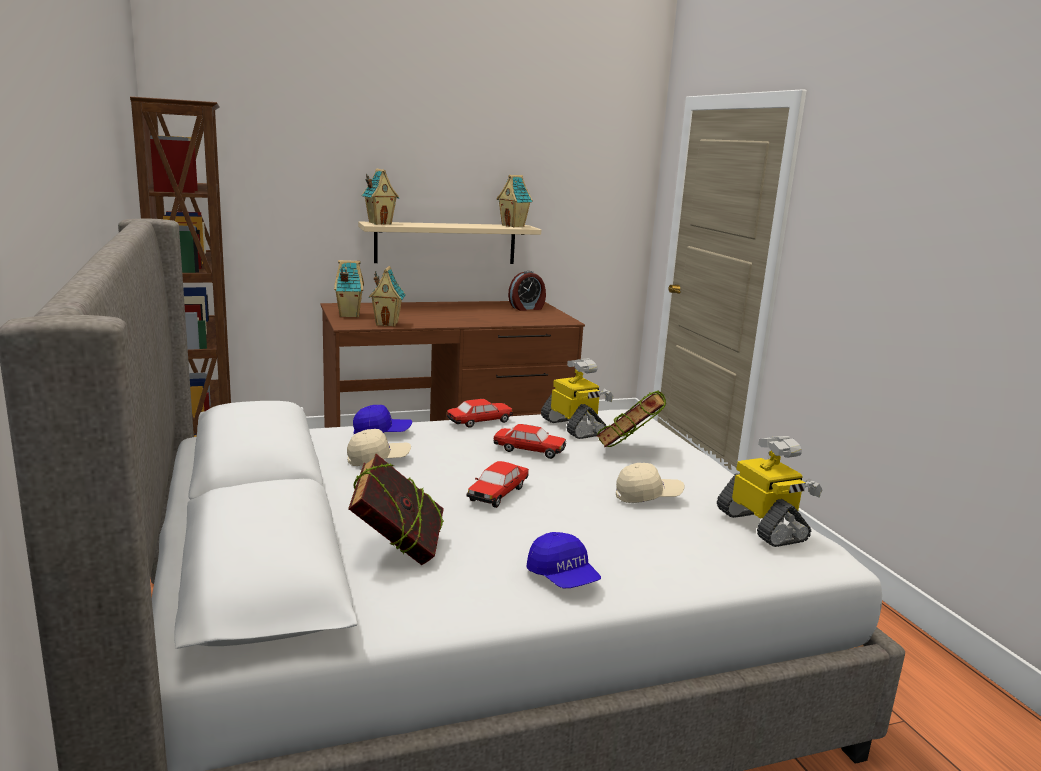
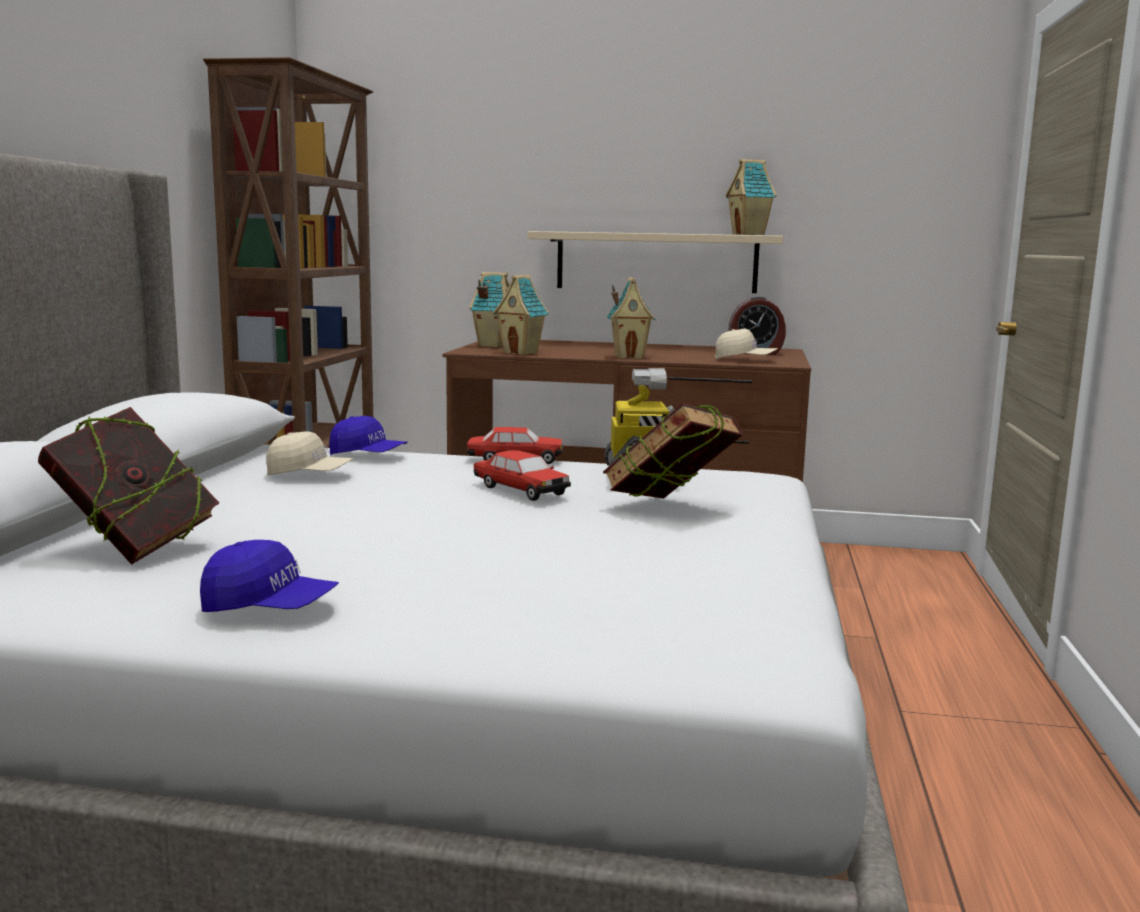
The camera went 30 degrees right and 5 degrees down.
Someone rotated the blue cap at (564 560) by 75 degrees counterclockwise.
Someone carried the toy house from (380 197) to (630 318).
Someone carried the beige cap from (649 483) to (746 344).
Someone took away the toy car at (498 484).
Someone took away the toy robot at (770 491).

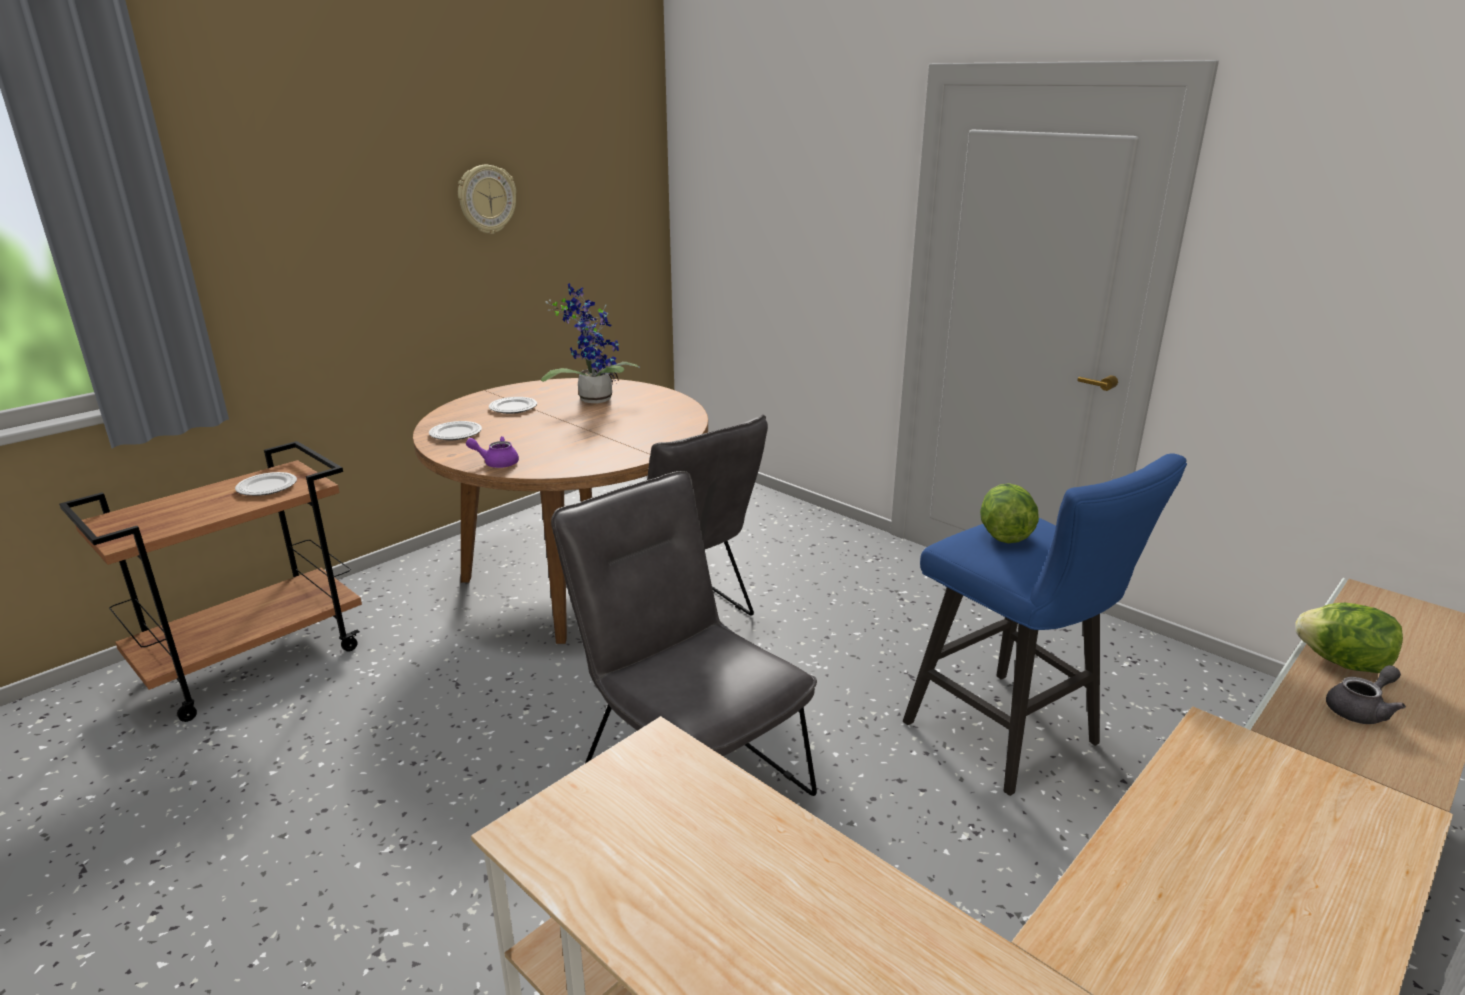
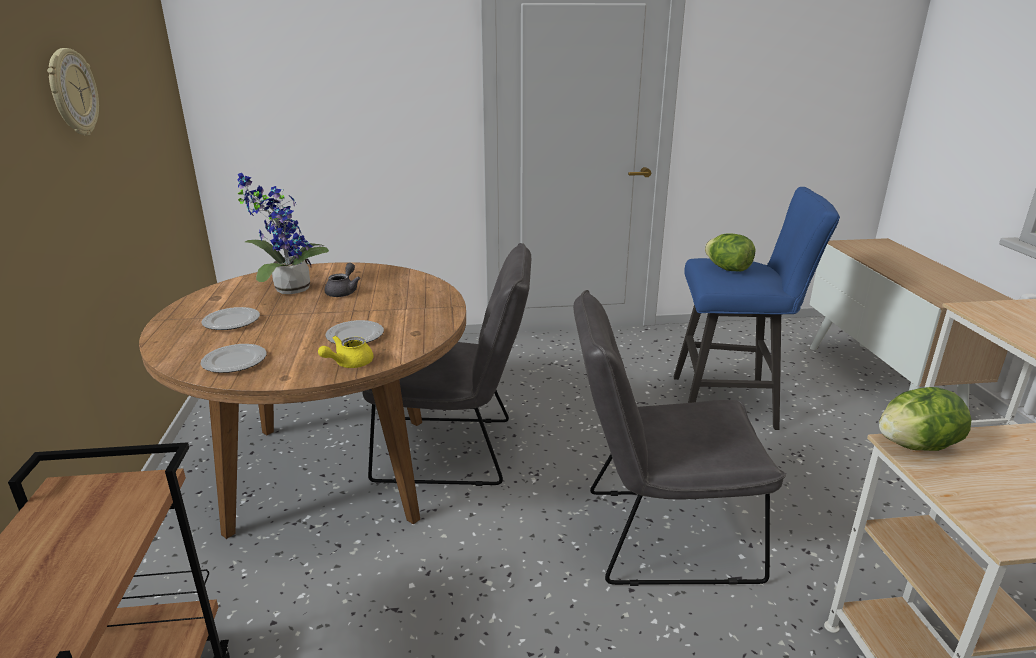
The camera went 50 degrees left and 0 degrees up.
Someone repainted the purple teapot at (492 452), which became the yellow teapot at (345 352).
Someone carried the grey teapot from (1366 694) to (342 280).
Someone carried the plate from (266 484) to (354 332).
Someone carried the lettuce from (1349 638) to (925 419).

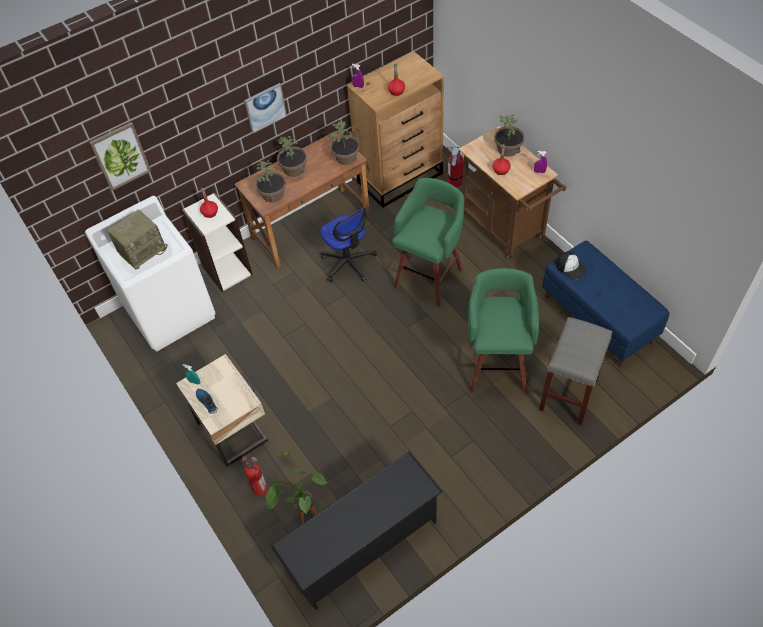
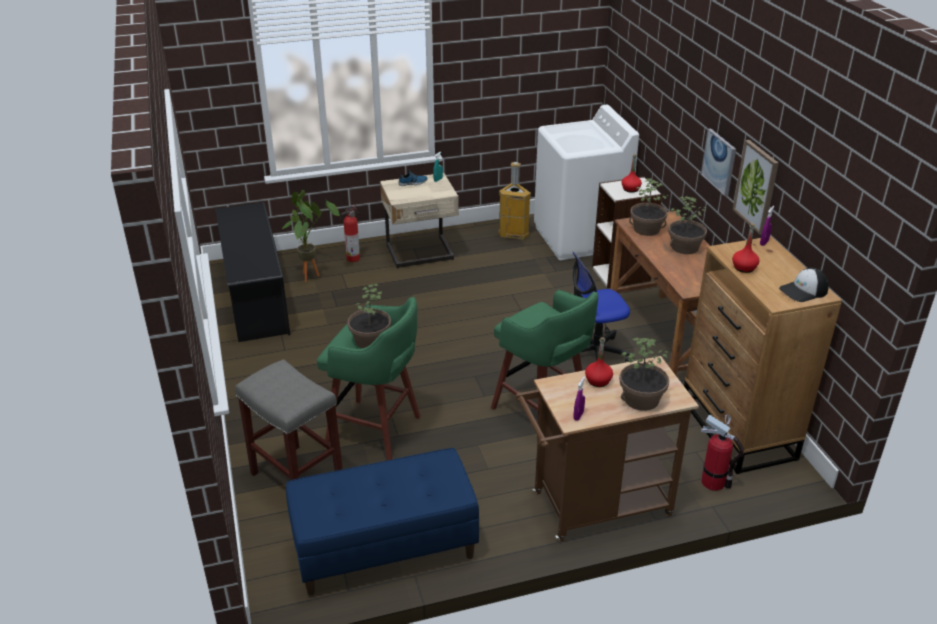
The camera went 105 degrees right and 20 degrees down.
Someone carried the potted plant from (344 143) to (369 316).
Someone put down the trash can at (514 201).
Someone carried the picture from (120 156) to (756 187).
Someone carried the cap from (572 265) to (804 284).
Someone took away the radio at (137 240).

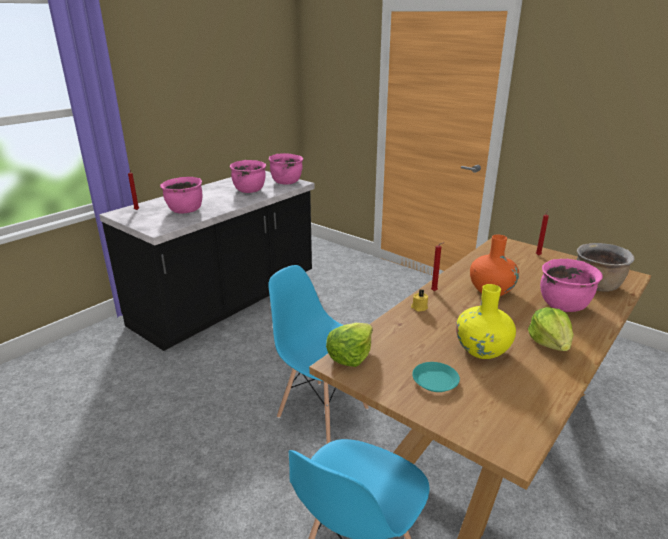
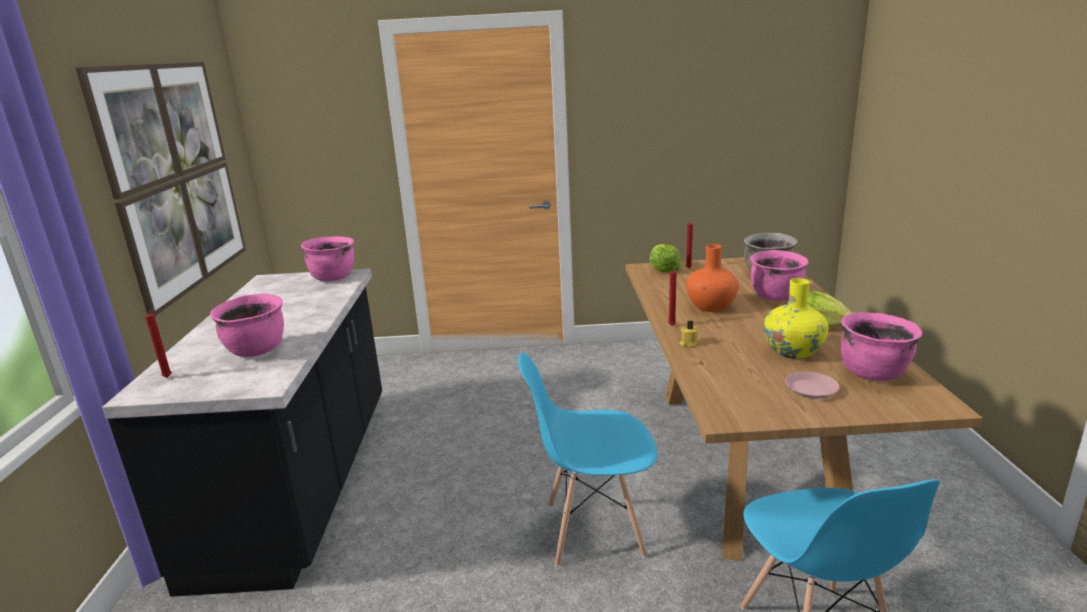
The camera went 40 degrees left and 5 degrees down.
Someone put up the picture at (161 189).
Someone carried the lettuce from (349 345) to (665 258).
Someone repainted the turquoise plate at (436 377), which became the pink plate at (812 385).
Someone carried the pink cooking pot from (248 176) to (881 346).

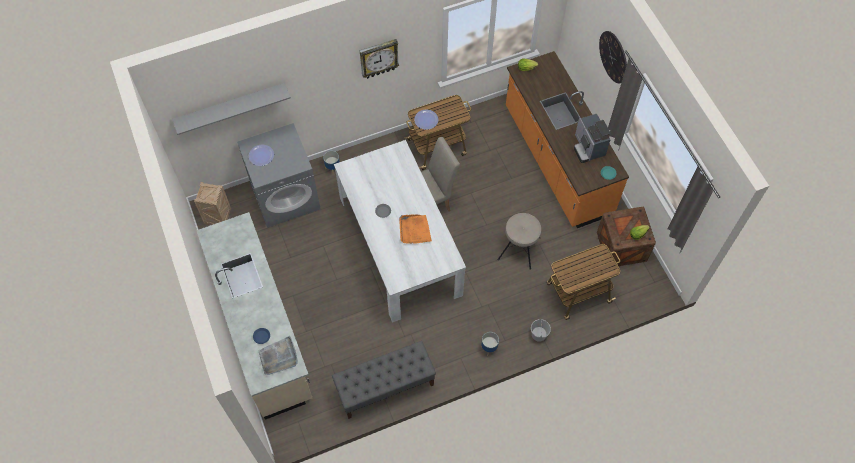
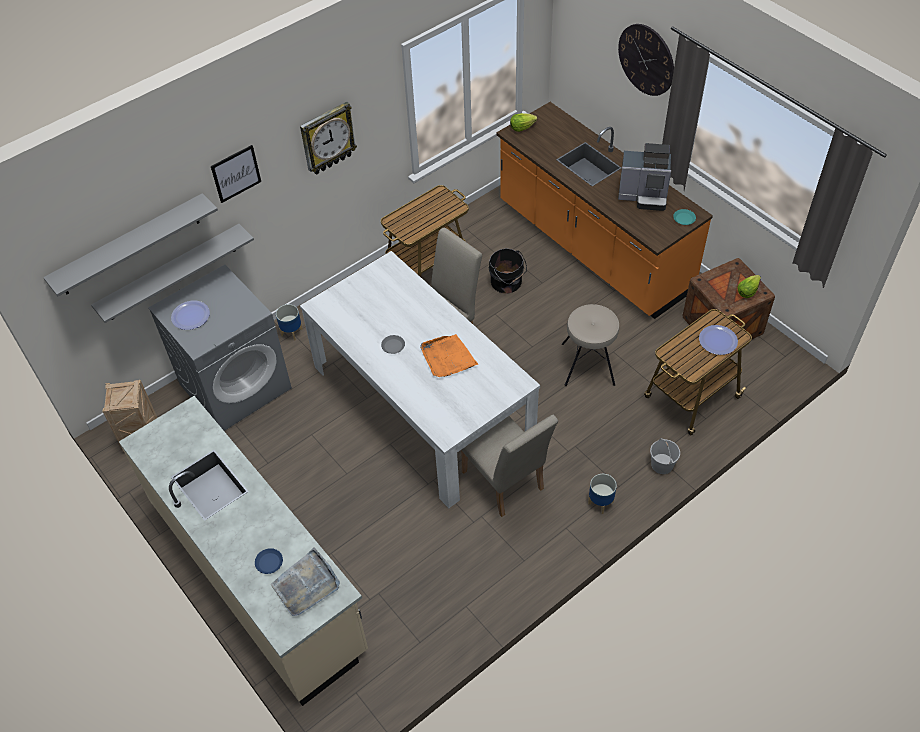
The camera went 15 degrees left and 10 degrees down.
Someone put up the grey shelf at (172 273).
Someone put up the picture at (236 174).
Someone put down the beige chair at (509 466).
Someone put down the black bucket at (508 271).
Someone rotated the coffee machine at (592 138) by 45 degrees counterclockwise.
Someone carried the plate from (426 120) to (718 340).
Someone took away the grey bench at (384 380).

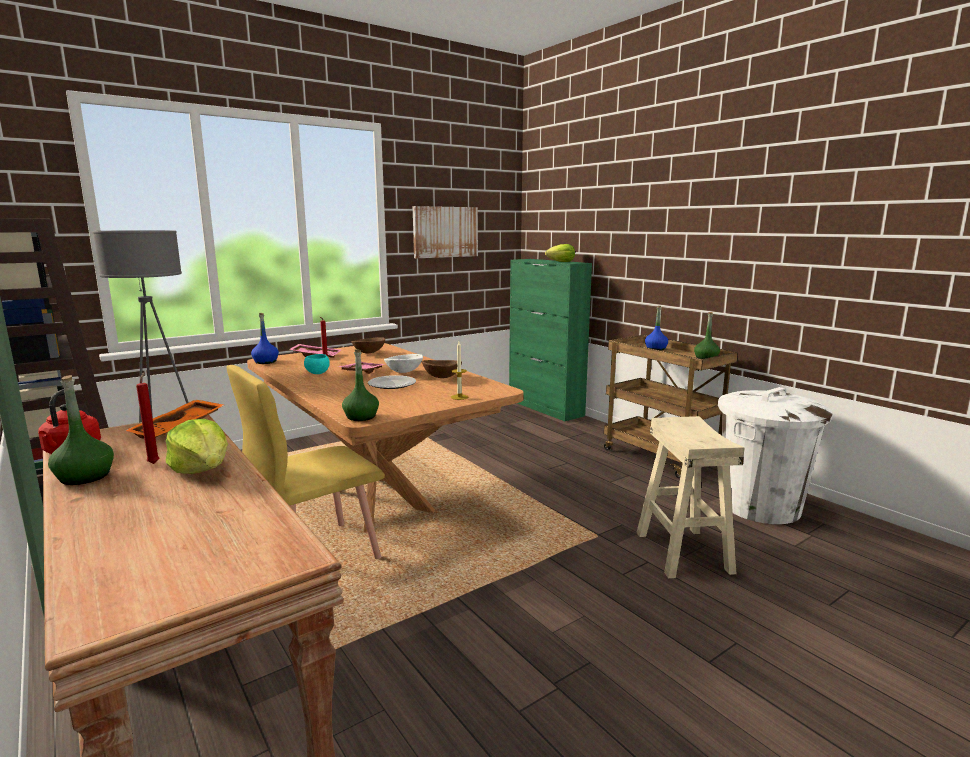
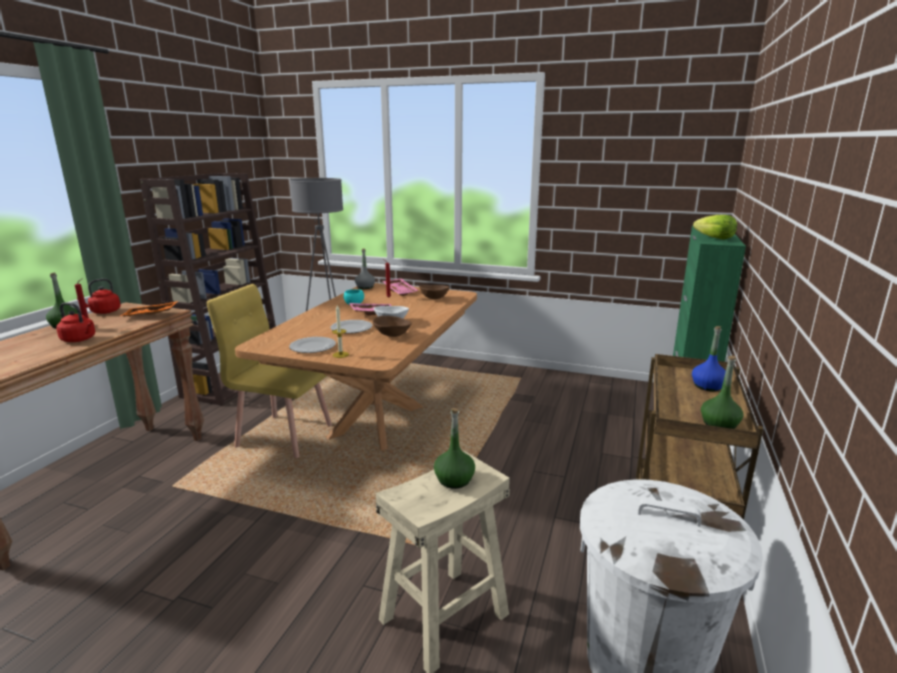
The camera went 55 degrees right and 5 degrees up.
Someone swapped the lettuce at (197 446) for the red kettle at (75 322).
Someone put down the plate at (312 345).
Someone repainted the blue bottle at (265 338), which became the grey bottle at (365 269).
Someone carried the green bottle from (360 385) to (454 448).
Someone took away the picture at (445 232).

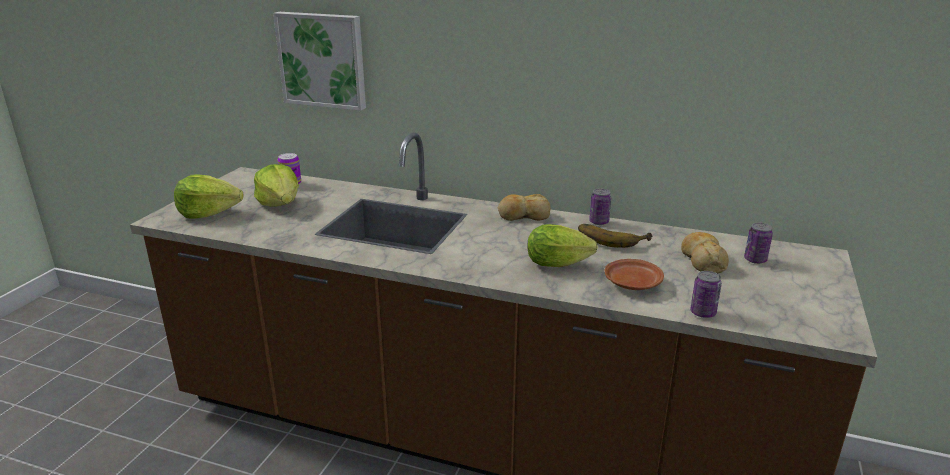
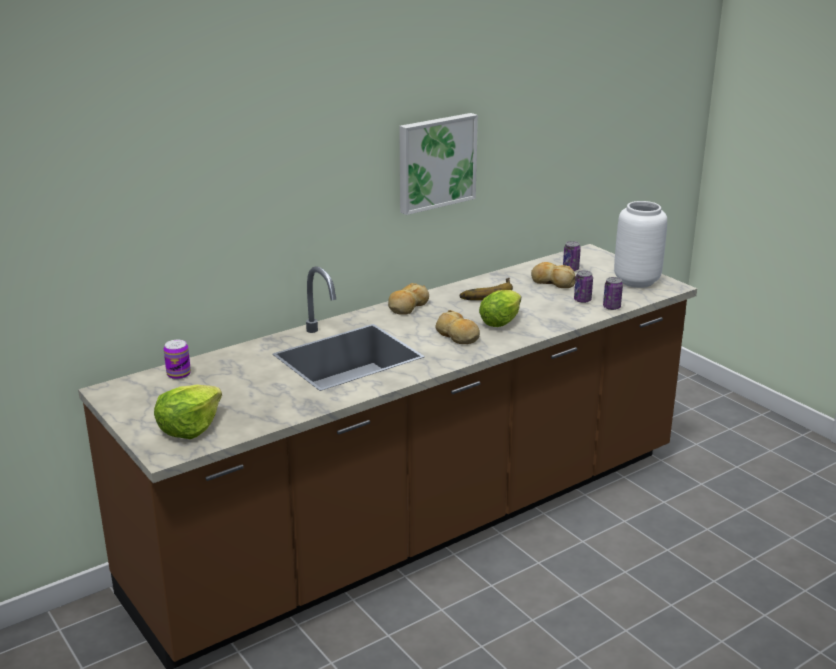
The camera went 55 degrees left and 0 degrees up.
Someone carried the picture from (319 61) to (438 164).
Someone put down the bread at (457 327).
Someone carried the can from (600 206) to (583 286).
Someone put down the white vase at (640 244).
Someone took away the lettuce at (276 185).
Someone took away the brown plate at (634 274).

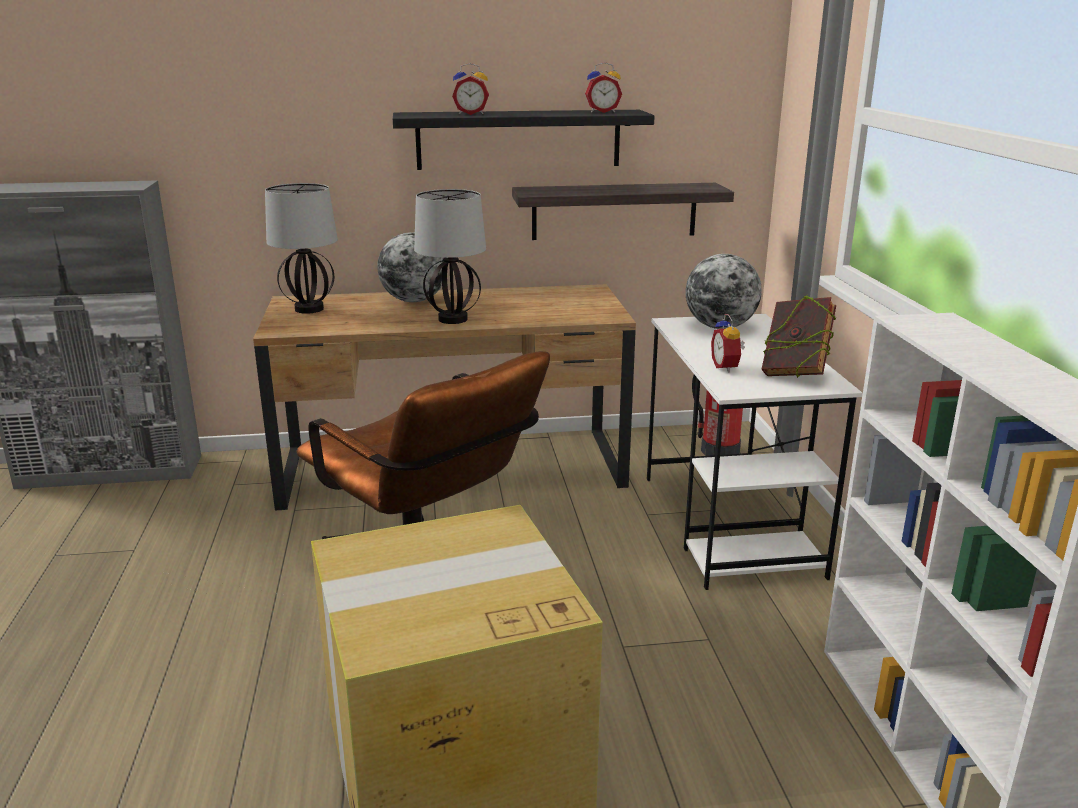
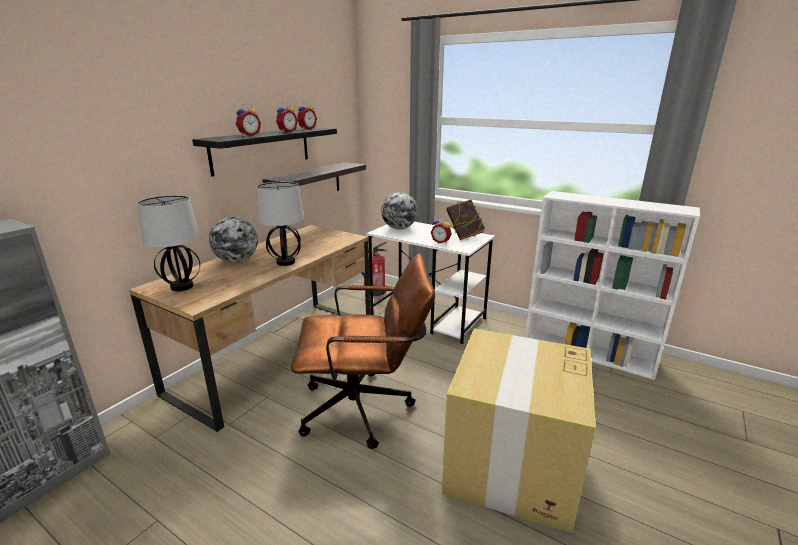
The camera went 50 degrees left and 0 degrees up.
Someone put down the alarm clock at (287 117).

